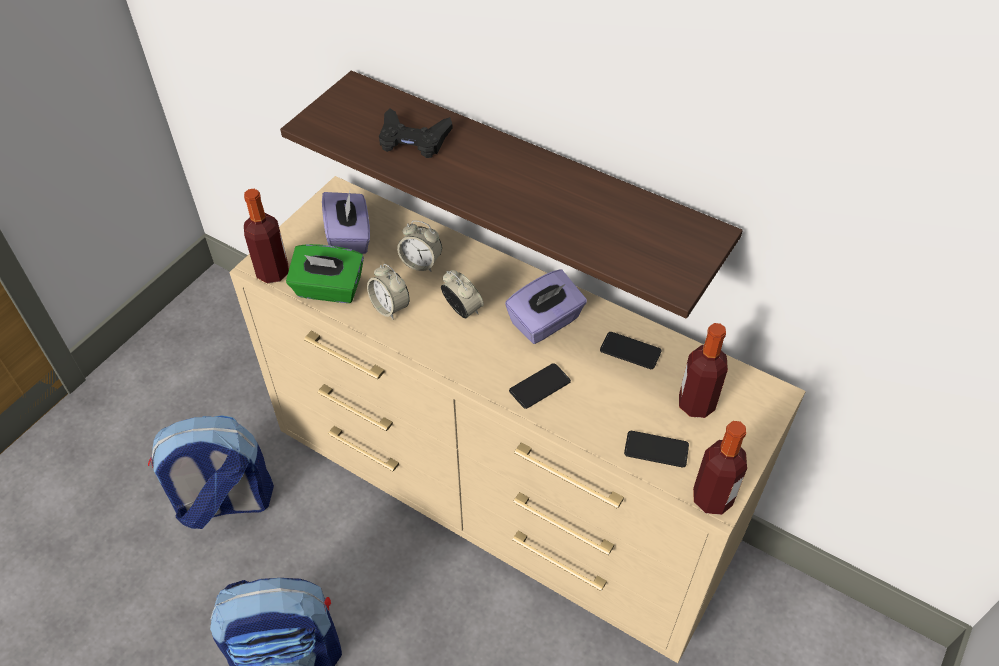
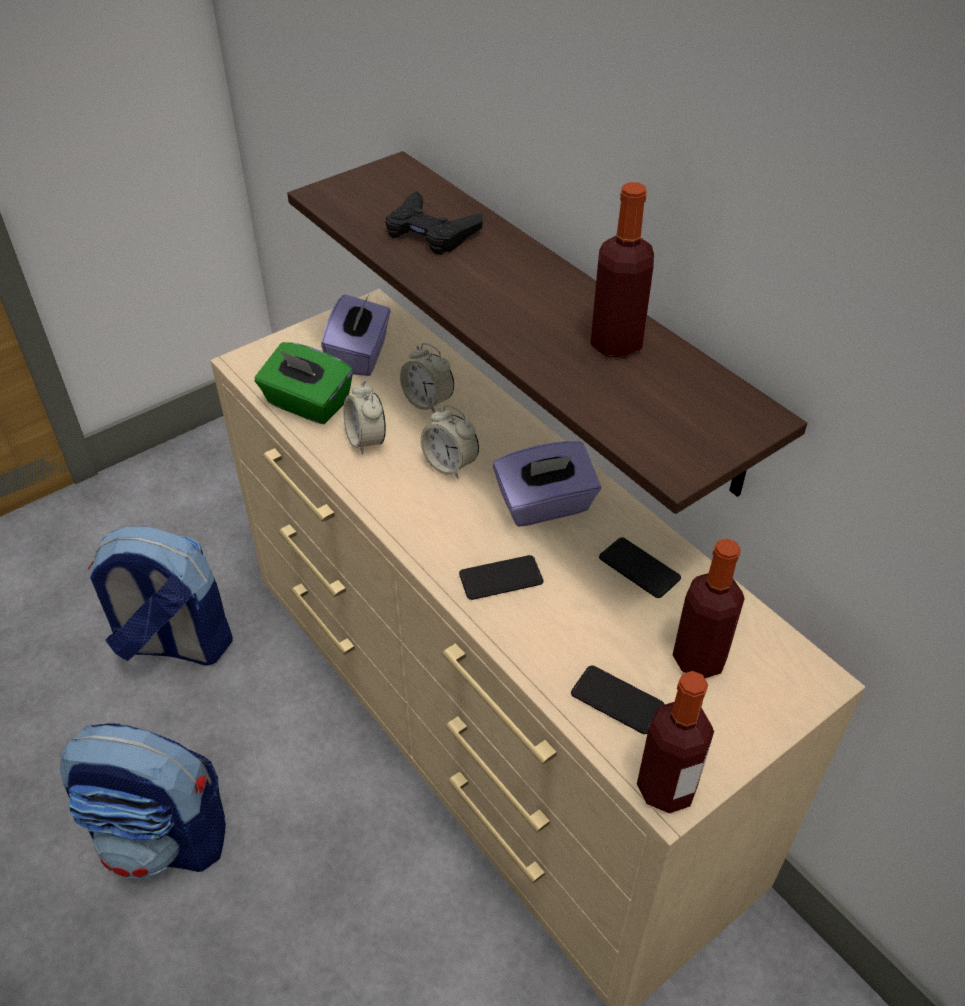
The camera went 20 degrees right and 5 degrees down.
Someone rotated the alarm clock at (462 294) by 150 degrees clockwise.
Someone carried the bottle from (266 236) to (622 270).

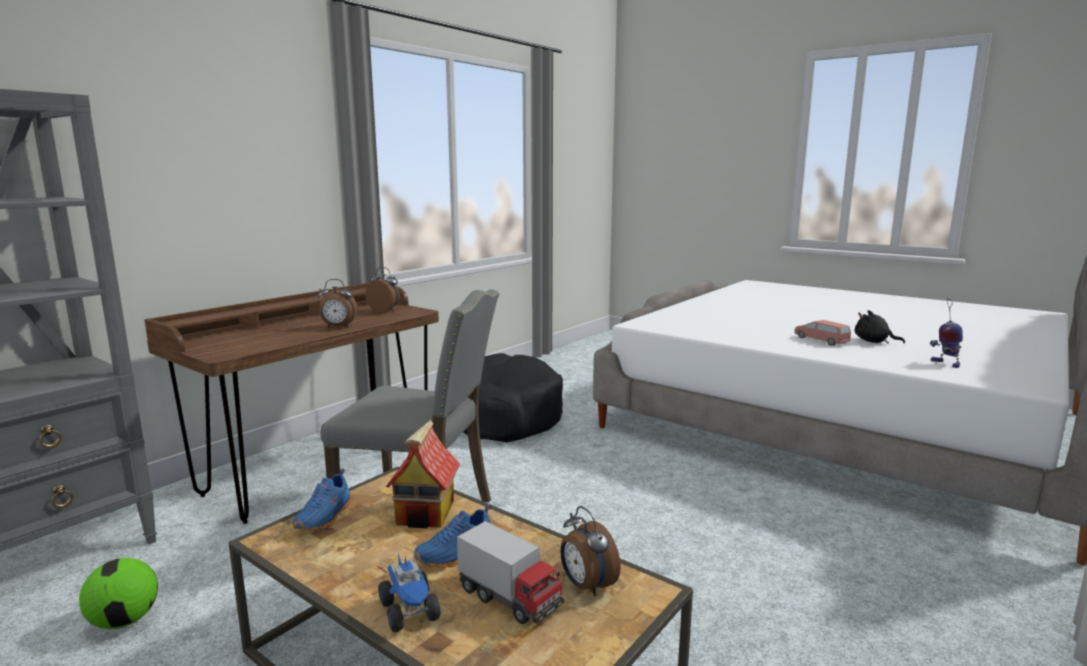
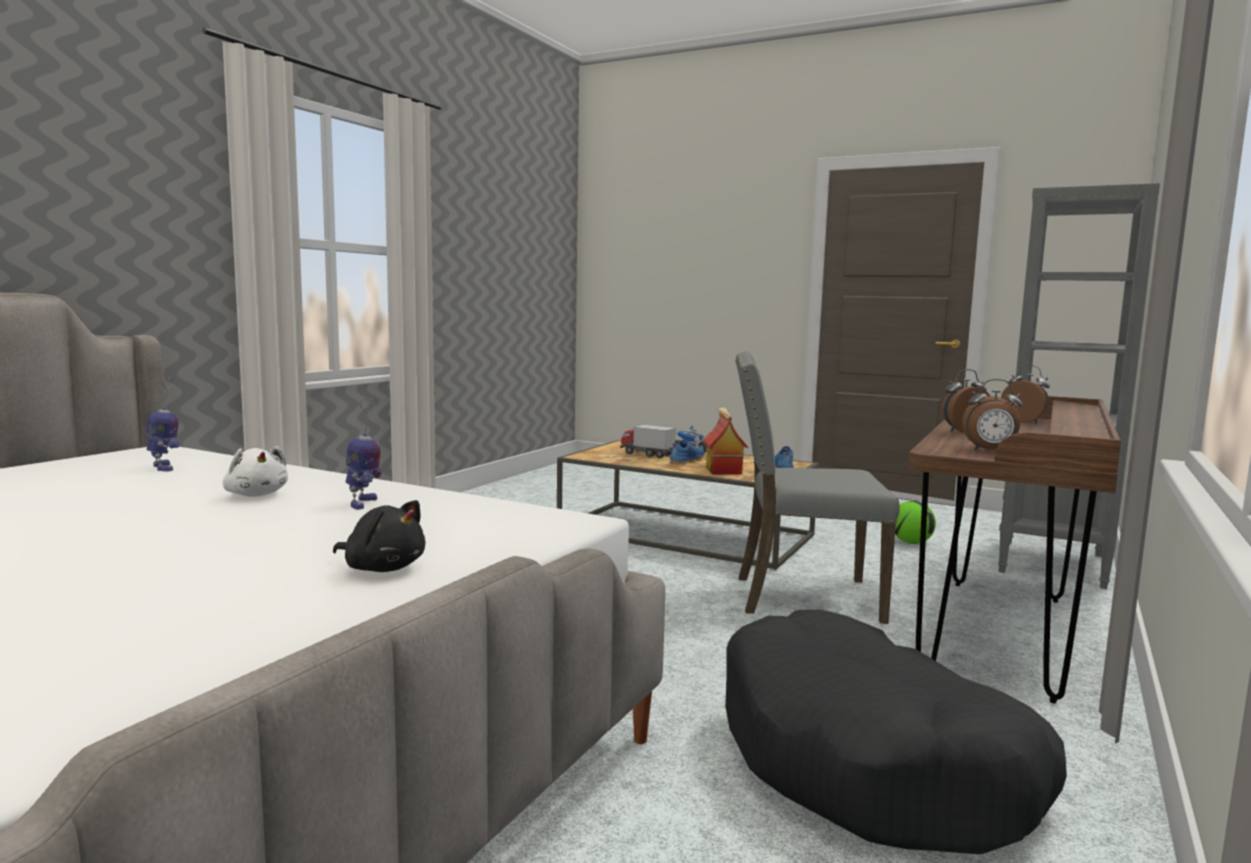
The camera went 170 degrees right and 5 degrees down.
Someone swapped the pink toy car at (822 333) for the white plush toy at (255 471).
Someone carried the black plush toy from (880 327) to (379 536).
Someone put down the toy robot at (363 454).
Someone carried the alarm clock from (590 551) to (1025 394).

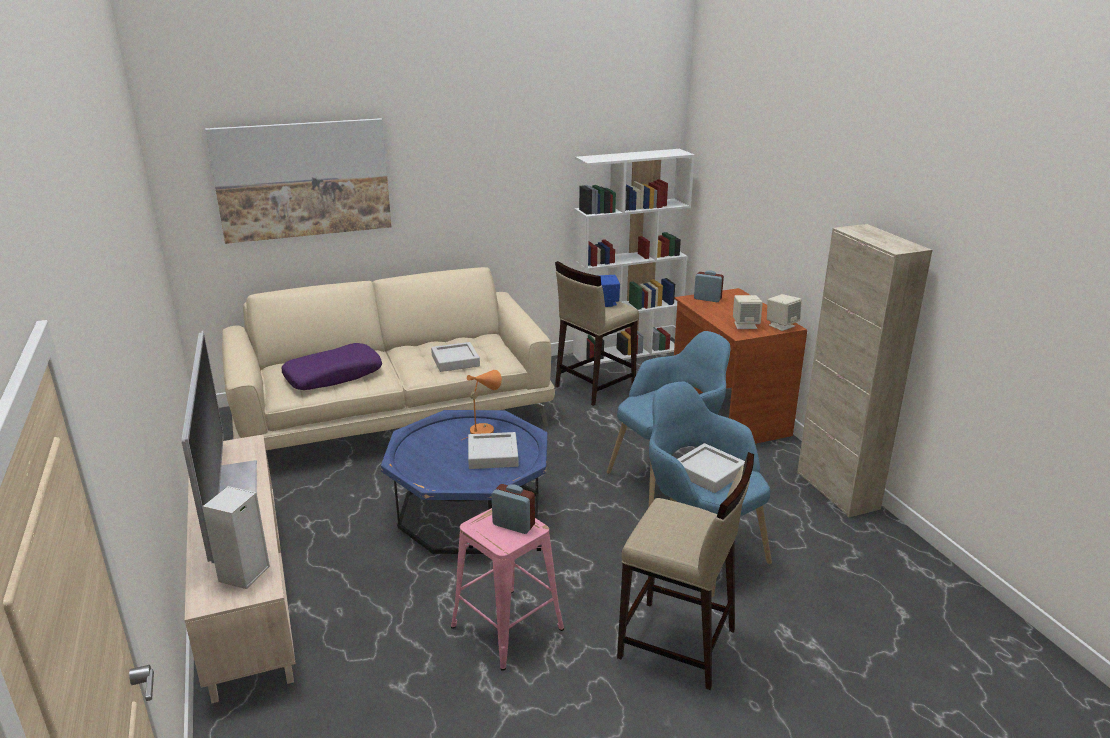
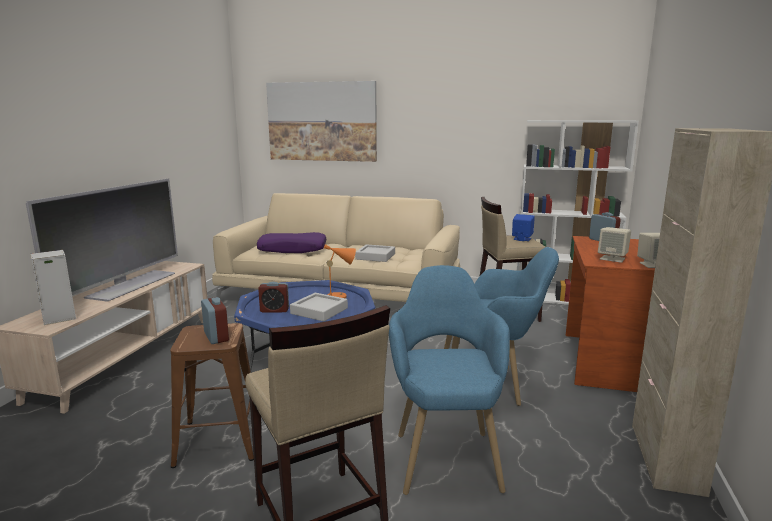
The camera went 35 degrees right and 10 degrees down.
Someone repainted the pink stool at (507 589), which became the brown stool at (212 395).
Someone put down the alarm clock at (273 297).
Someone took away the grey tray at (711 468).

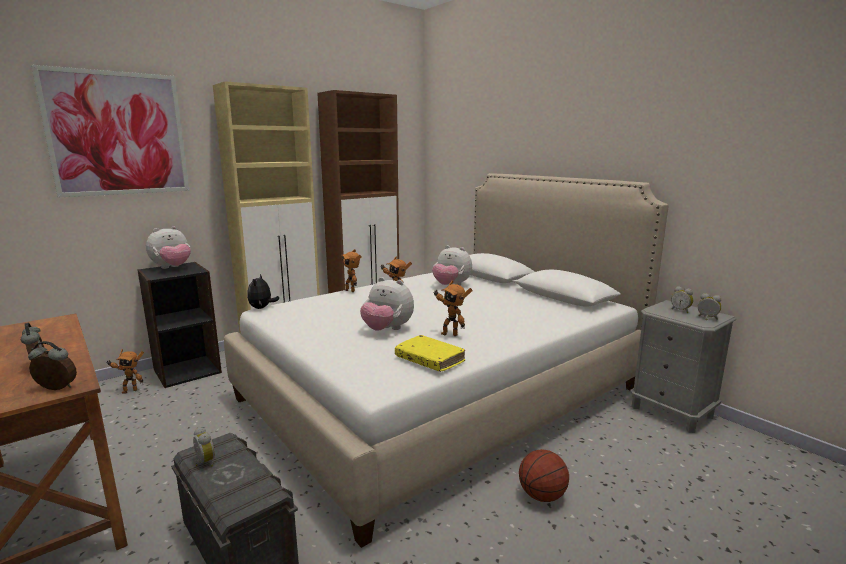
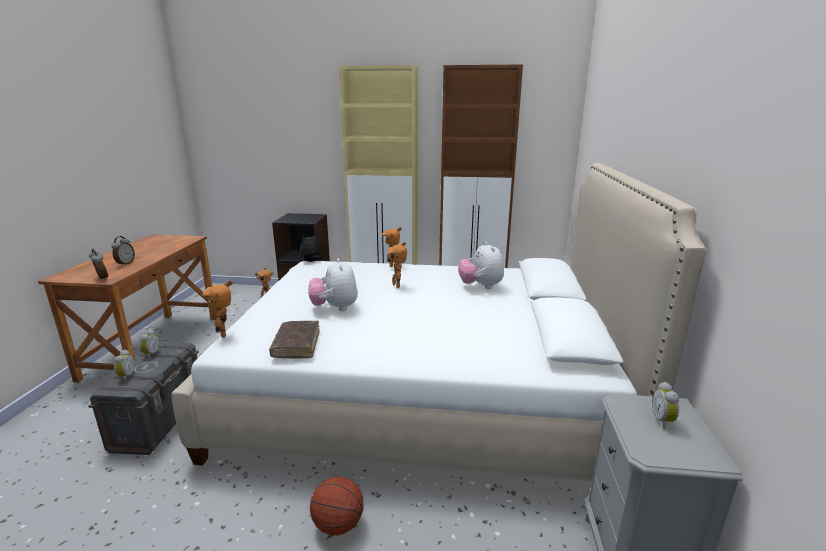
The camera went 45 degrees right and 5 degrees up.
Someone carried the alarm clock from (709 306) to (124 365).
Someone carried the toy robot from (453 308) to (217 309).
Someone repainted the yellow book at (430 353), which became the brown book at (294 339).
Someone took away the picture at (110 131).
Someone took away the plush toy at (168 247).

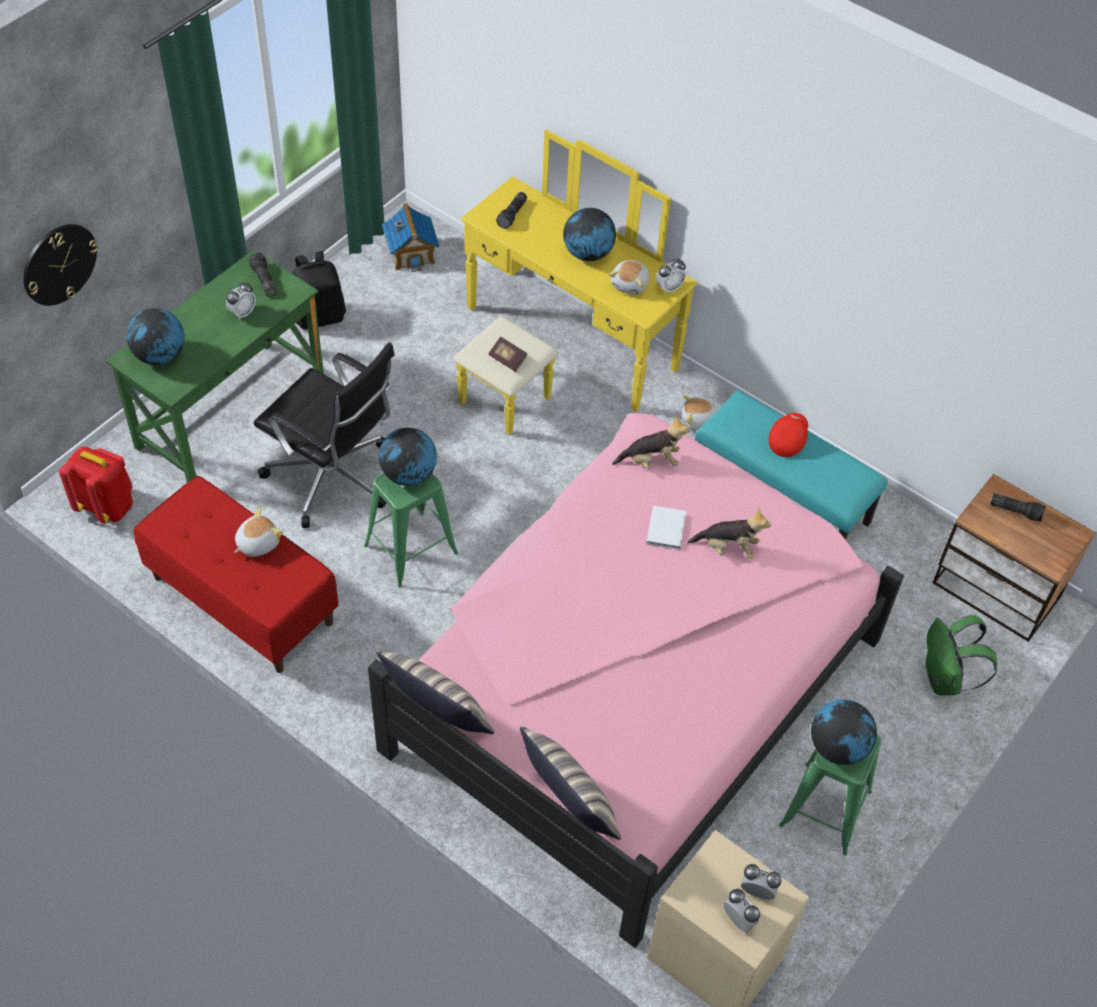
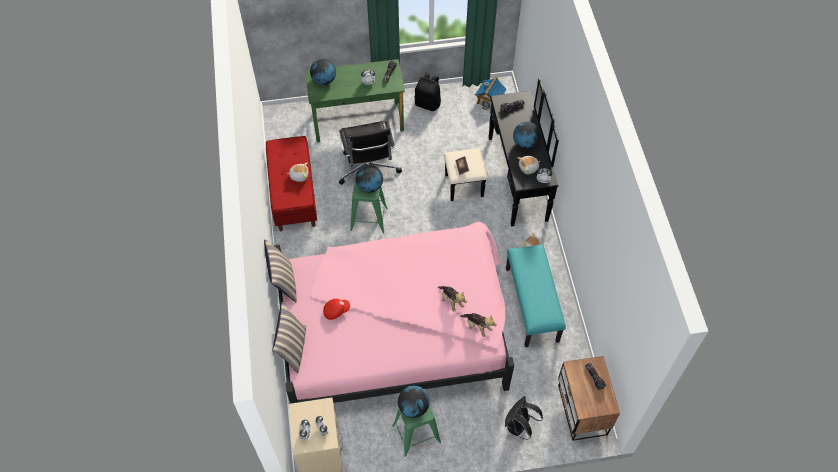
The camera went 45 degrees right and 5 degrees up.
Someone carried the red cap from (788 435) to (336 309).
Someone repainted the yellow dresser at (575 282), which became the black dresser at (501 152).
Someone carried the plush toy from (650 442) to (478 325).
Someone repainted the green backpack at (961 655), which became the black backpack at (524 418).
Someone took away the wall clock at (60 265).
Someone took away the red backpack at (96 485).
Someone took away the white book at (666 528).

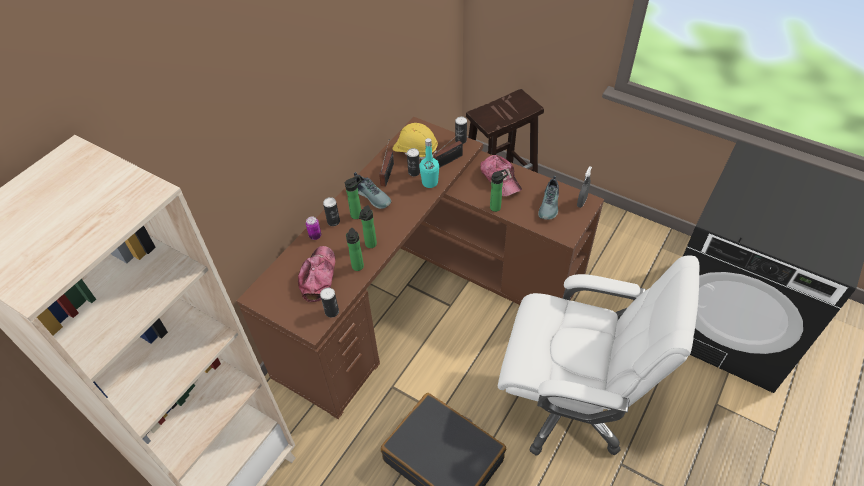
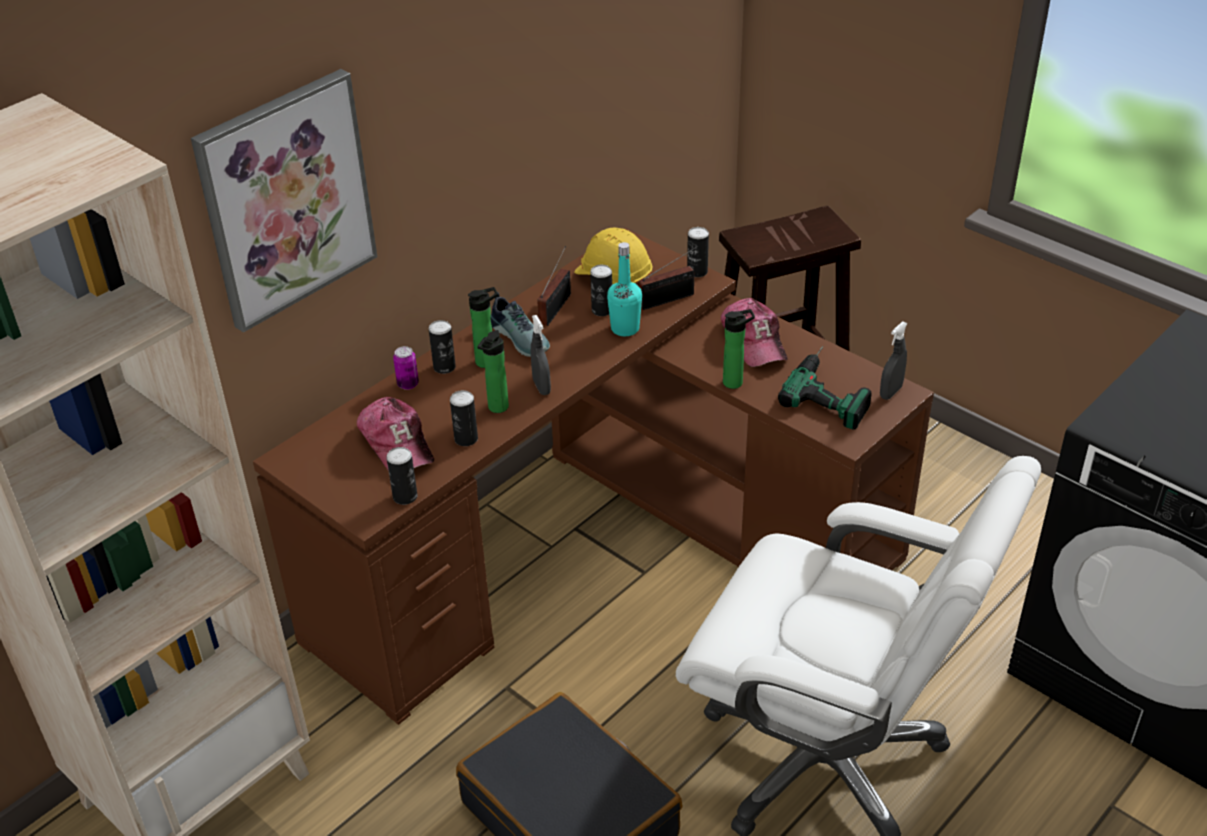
The camera went 10 degrees right and 10 degrees down.
Someone put up the picture at (284 201).
Someone rotated the cap at (316 274) by 135 degrees clockwise.
Someone swapped the bottle at (355 249) for the can at (464 418).
Someone put down the grey spray bottle at (541 355).
Someone swapped the shoe at (548 198) for the power drill at (825 387).

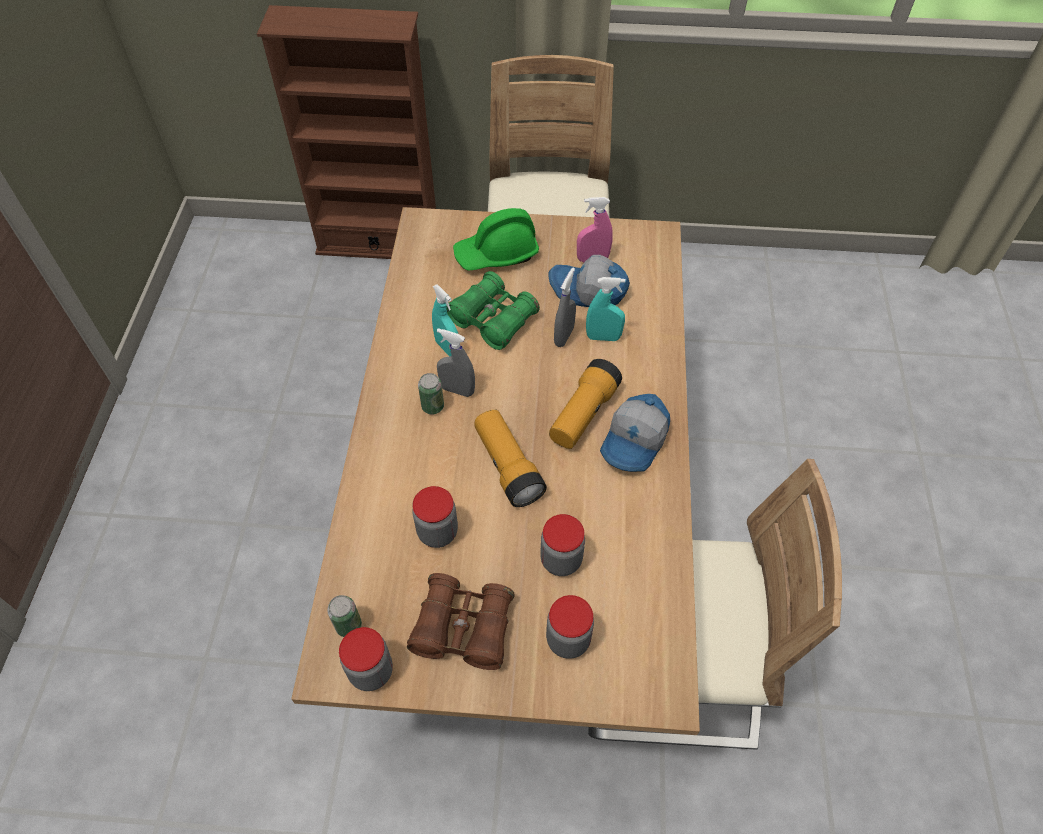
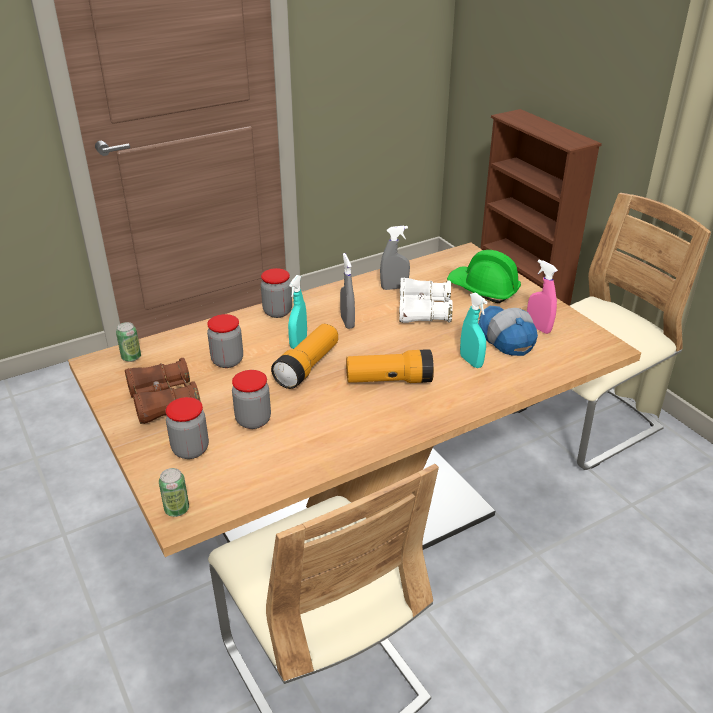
The camera went 55 degrees right and 20 degrees down.
Someone carried the can from (431 393) to (174 492).
Someone carried the jar from (366 659) to (276 293).
Someone carried the turquoise spray bottle from (445 320) to (297 312).
Someone carried the grey spray bottle from (565 307) to (395 257).
Someone repainted the green binoculars at (493 310), which became the white binoculars at (426 300).
Someone took away the cap at (635 433).

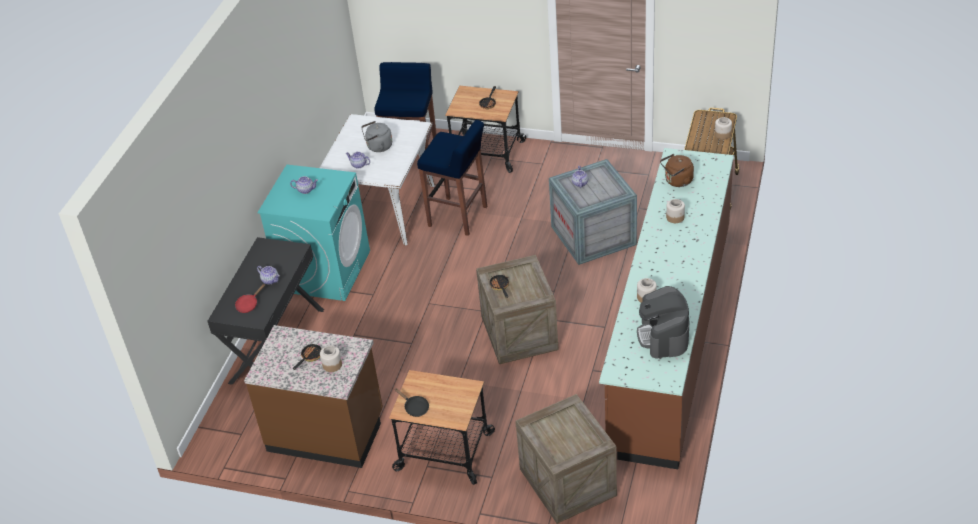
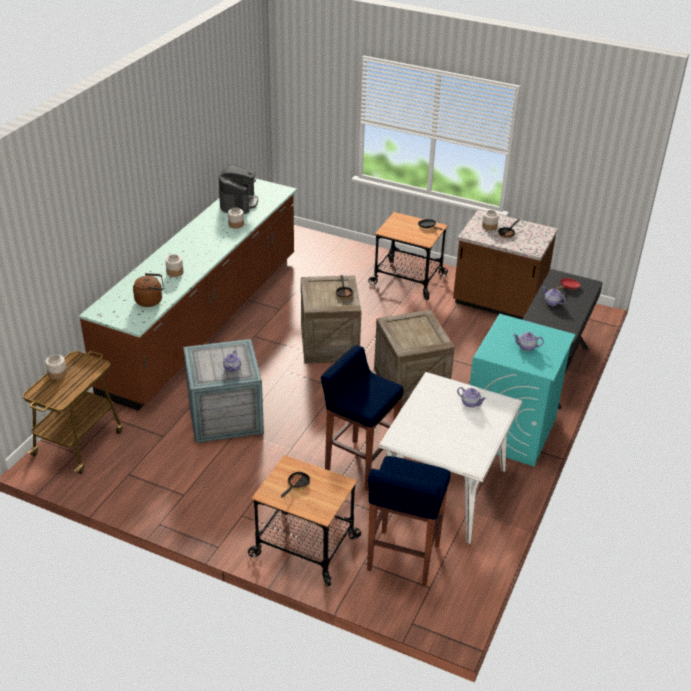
The camera went 175 degrees left and 5 degrees down.
Someone carried the crate from (566 459) to (414 359).
Someone took away the grey kettle at (376 136).

